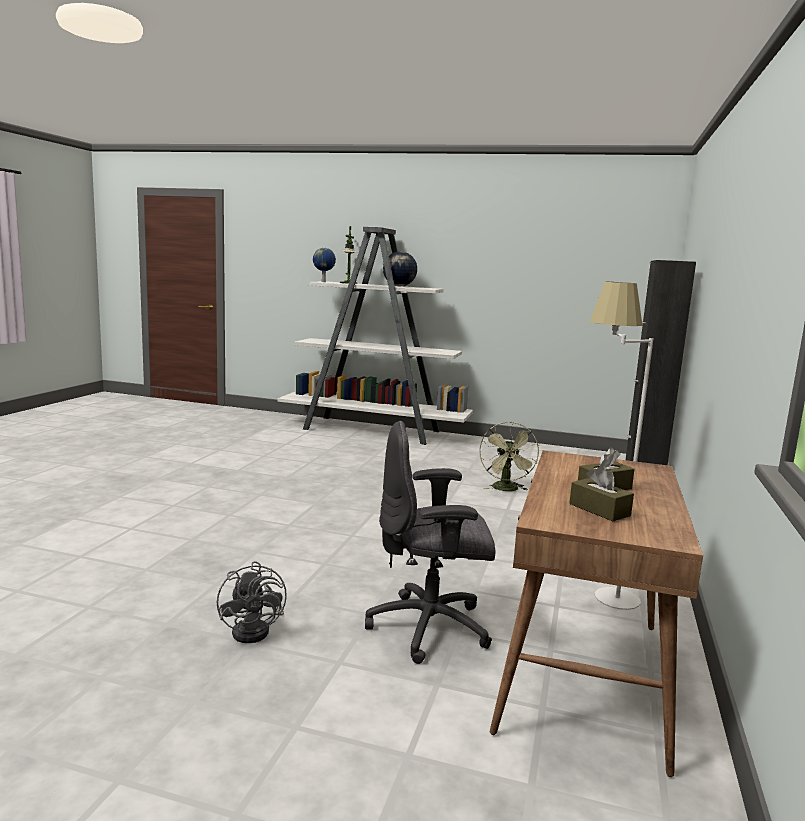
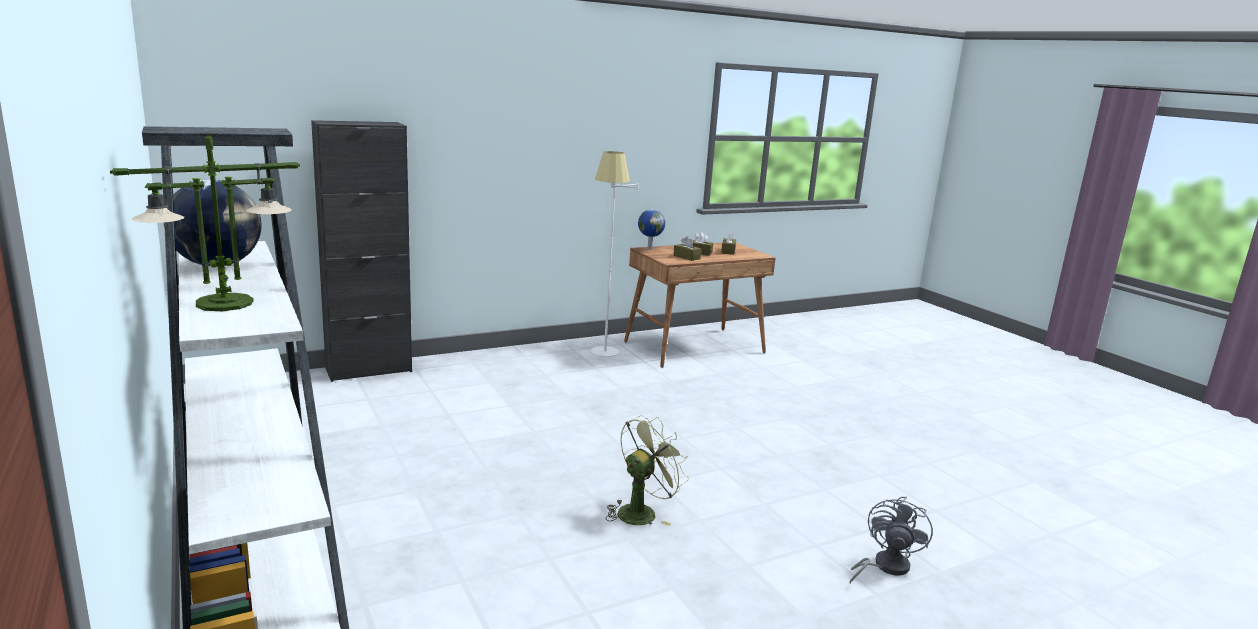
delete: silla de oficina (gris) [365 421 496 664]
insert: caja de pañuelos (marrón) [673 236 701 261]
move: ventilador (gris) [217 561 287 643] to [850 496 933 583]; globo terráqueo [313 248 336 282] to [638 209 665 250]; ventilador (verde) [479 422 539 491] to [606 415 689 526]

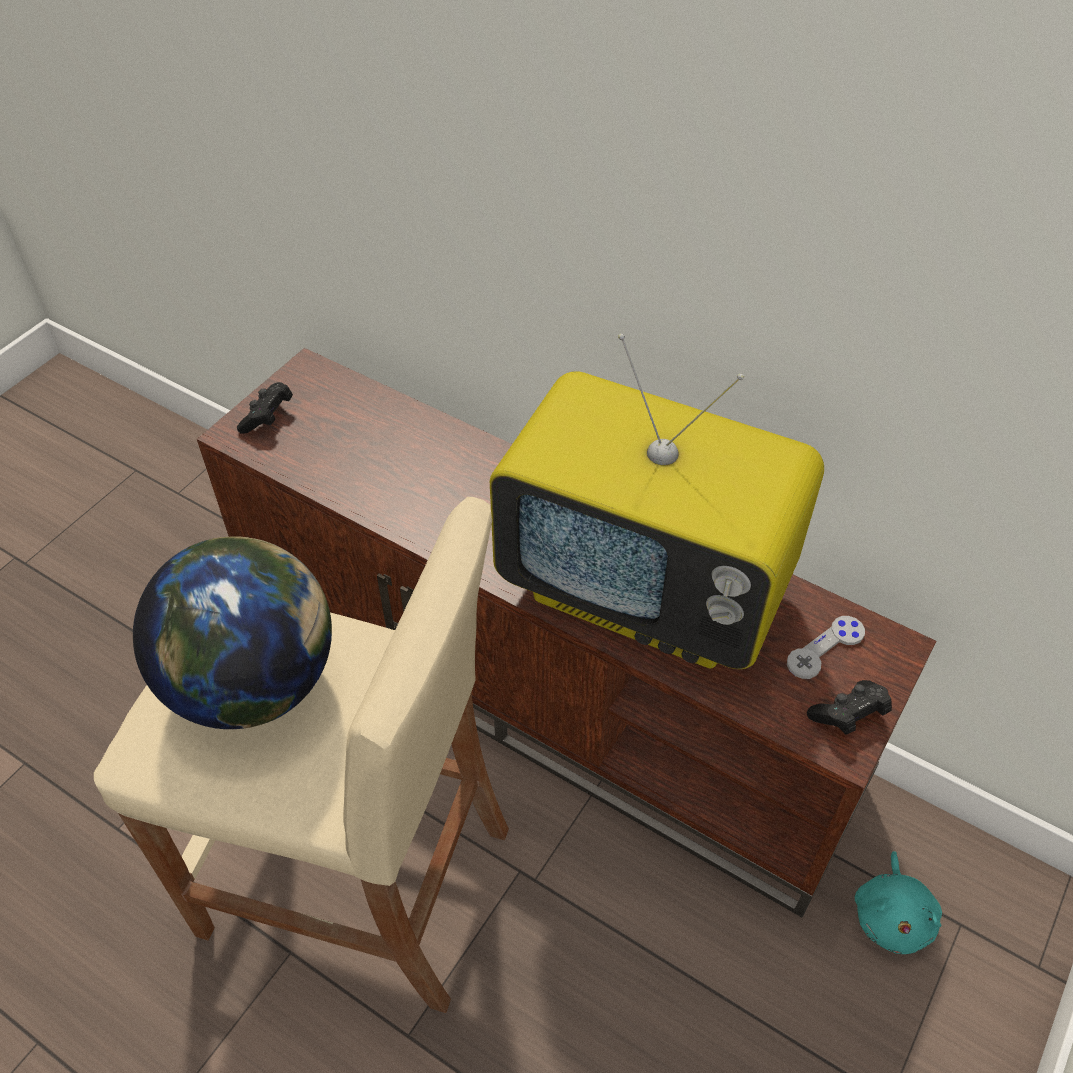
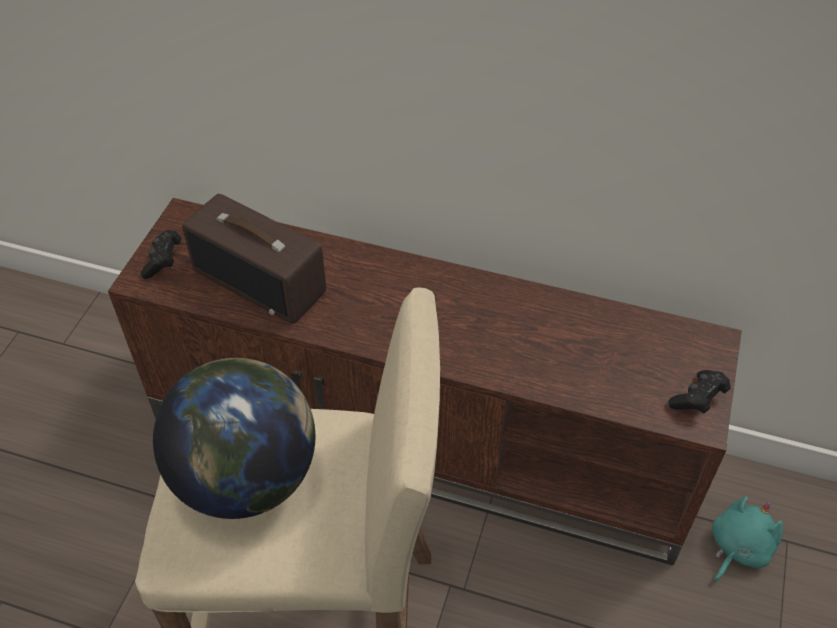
delete: televisor [490 333 824 669]; mando de consola (gris) [787 616 865 679]
insert: radio [182 194 326 324]
rotate: peluche (turquesa) [855 851 942 954] = [712 496 783 582] 135 degrees counterclockwise

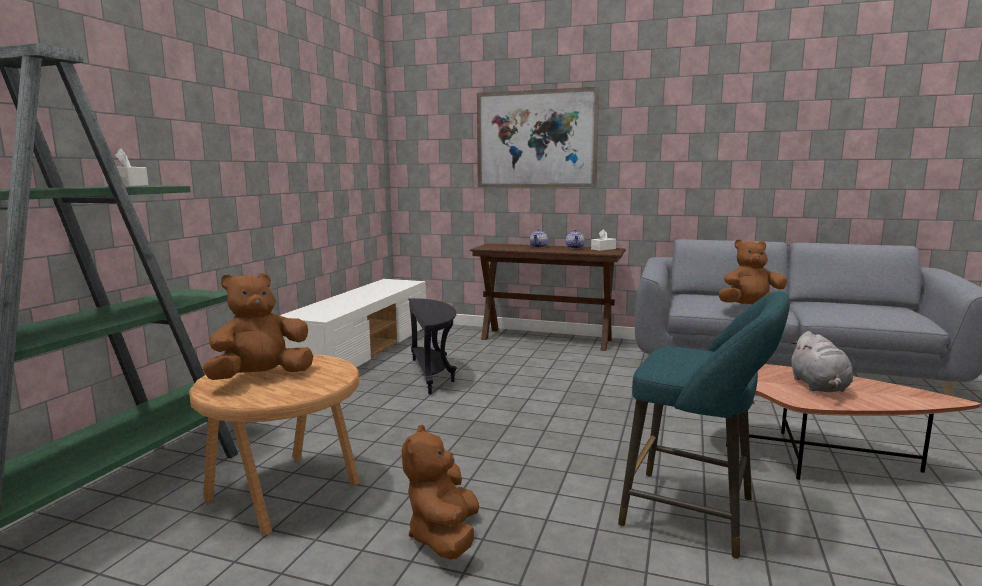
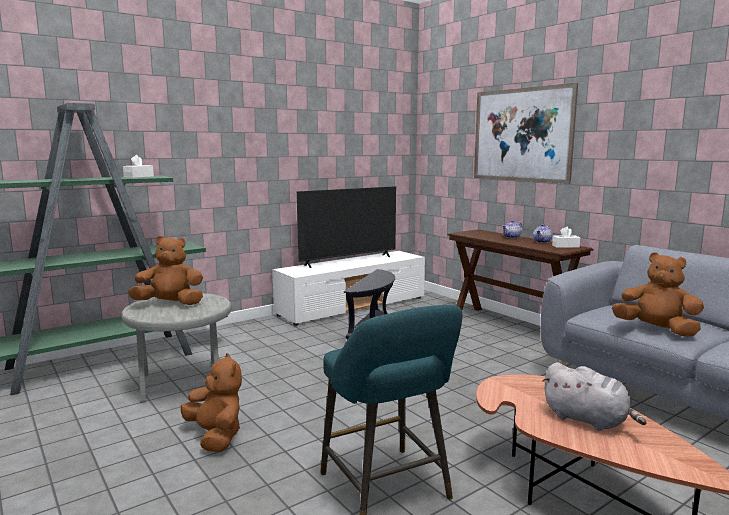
insert: televisor [297 186 396 268]
recolor: mesa auxiliar (marrón) [189 354 360 536] to mesa auxiliar (gris) [121 293 231 401]
rotate: peluche (marrón) [401 424 479 559] = [181 353 242 452] 105 degrees clockwise; peluche (gris) [790 331 853 392] = [542 362 646 431] 90 degrees counterclockwise

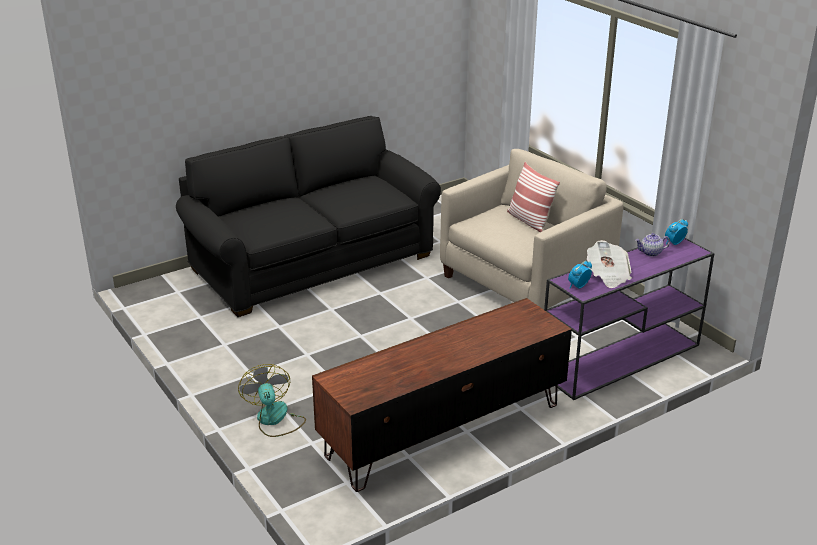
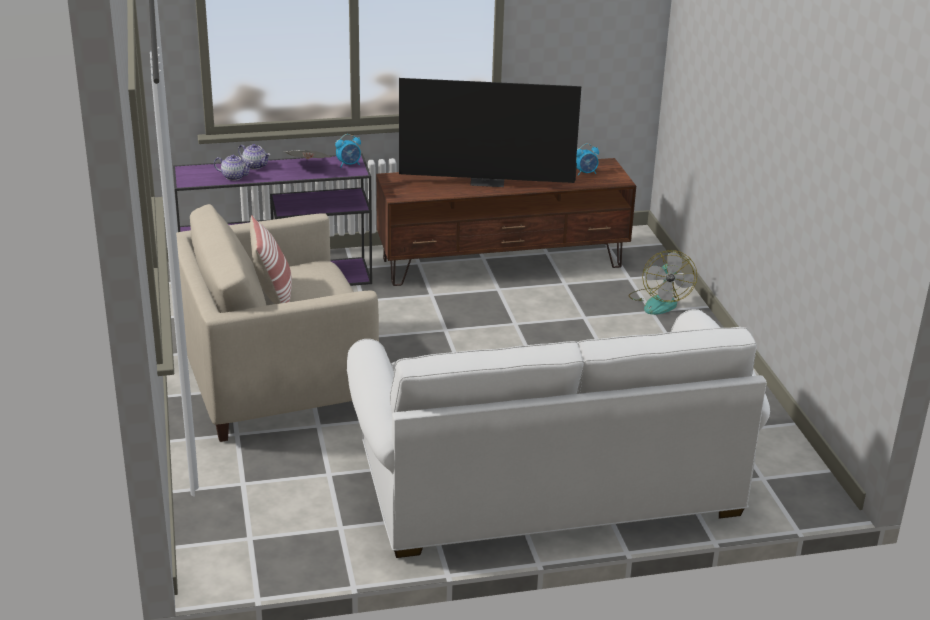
insert: tetera [238 144 270 169]; televisor [399 78 581 187]
move: despertador [665 219 688 245] to [576 144 599 176]
recolor: sofá (negro) [176 116 441 317] to sofá (blanco) [347 309 770 558]

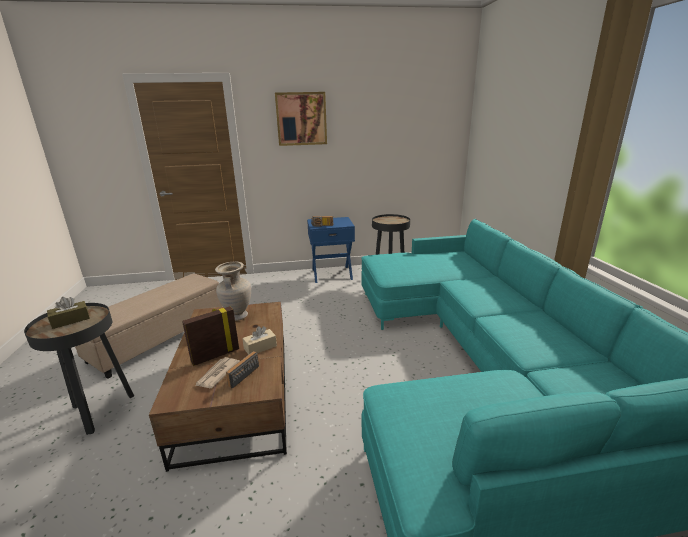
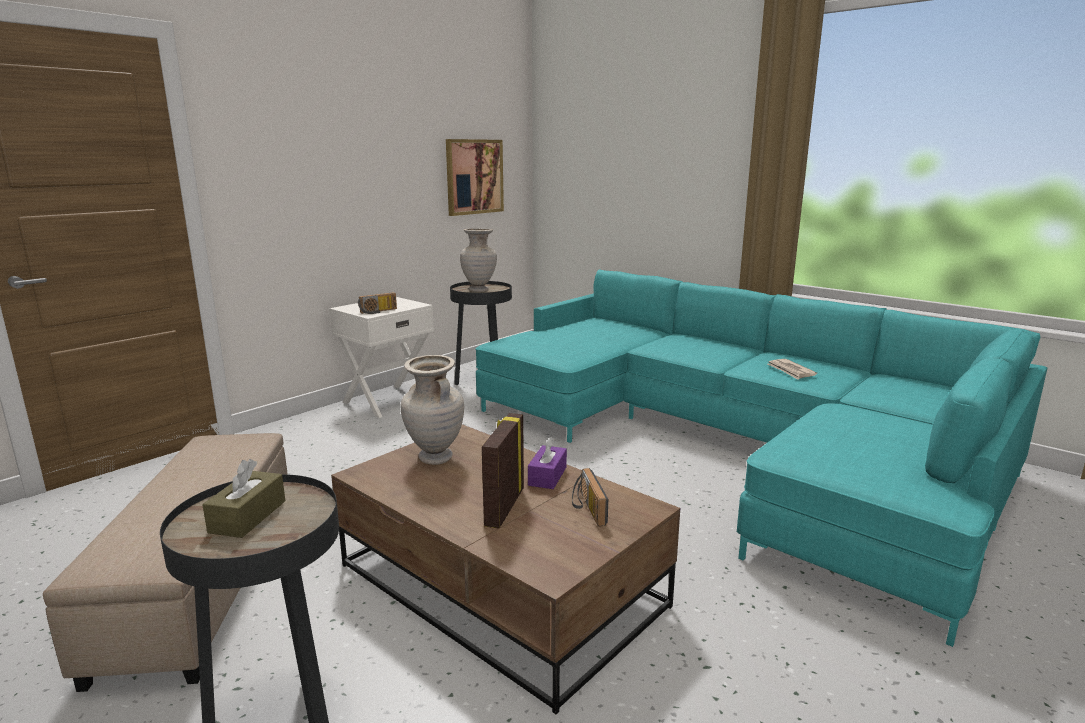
insert: florero (beis) [460 229 497 292]
move: periódico [195 357 240 388] to [768 359 817 380]; cuadro [275 92 327 146] to [446 139 504 216]
recolor: caja de pañuelos (beis) [242 326 277 355] to caja de pañuelos (morado) [528 437 567 489]; mesita de noche (azul) [307 217 355 283] to mesita de noche (blanco) [329 297 434 418]

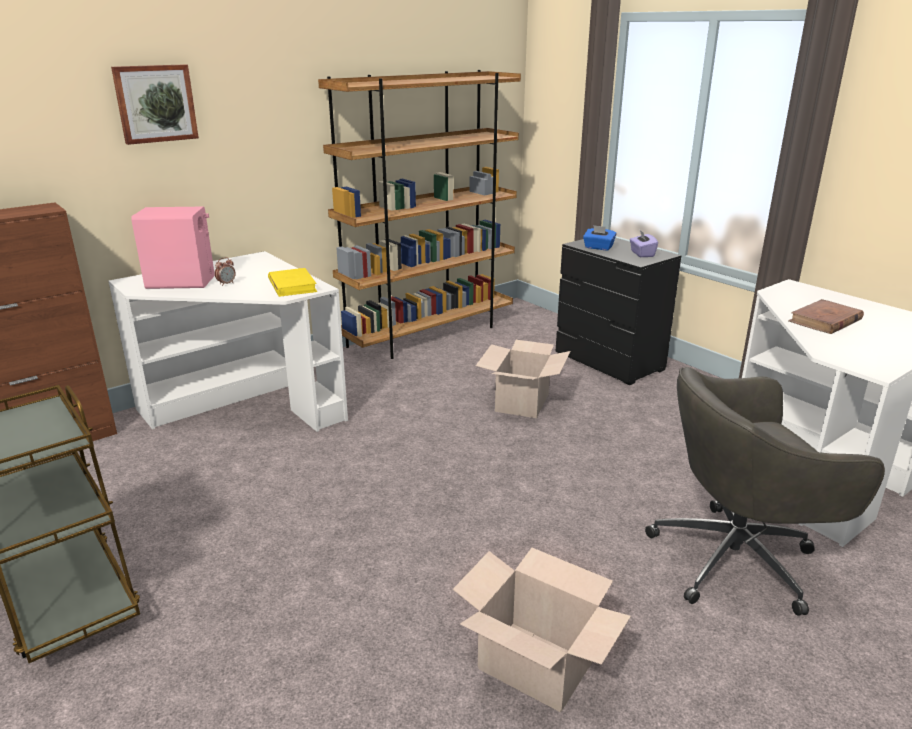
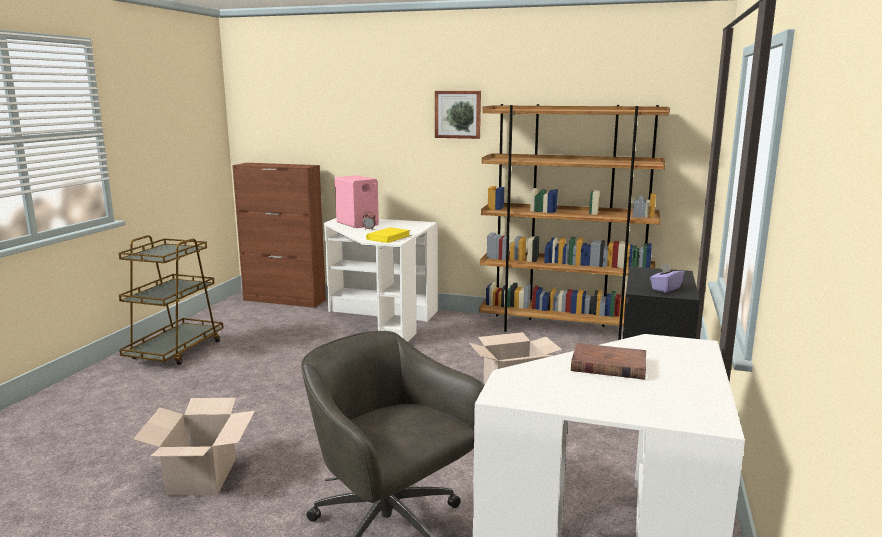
delete: caja de pañuelos (azul) [583 225 616 250]
move: cuadro [111 64 199 145] to [435 91 481 139]

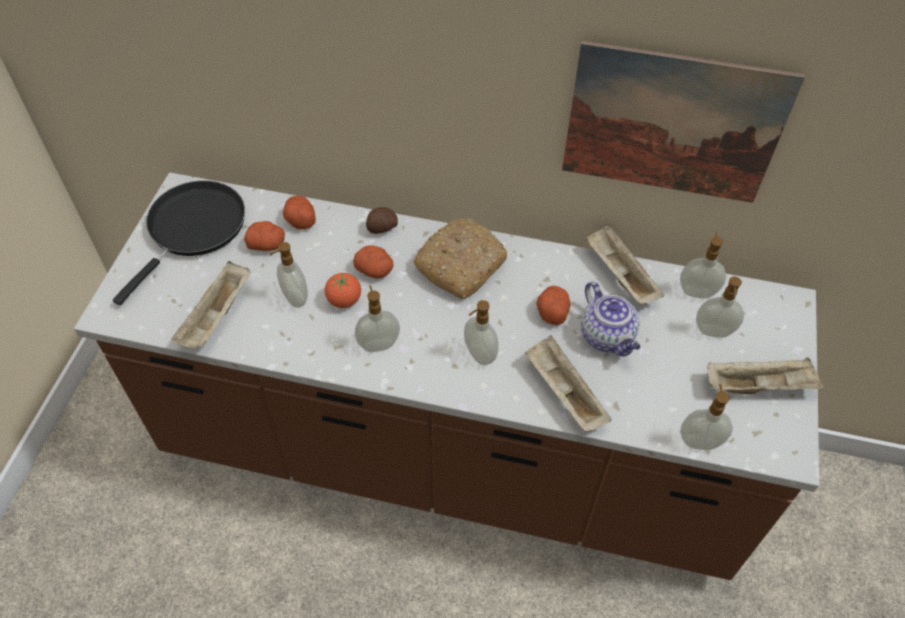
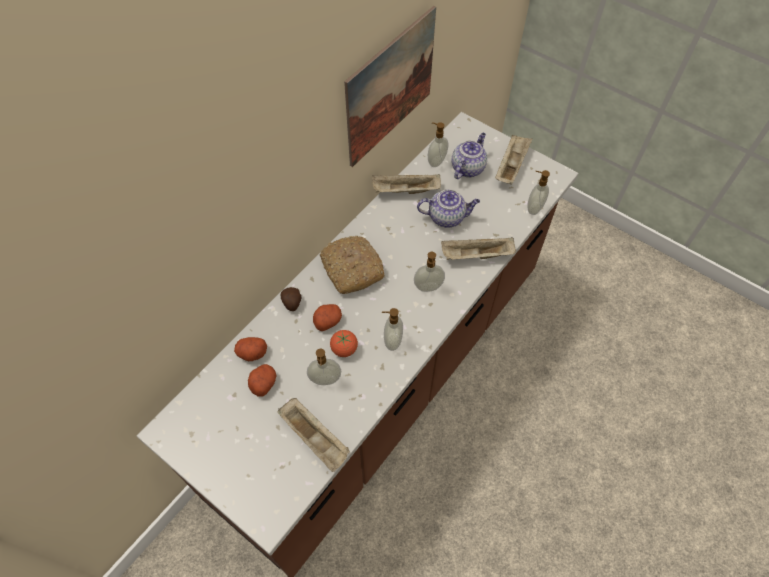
delete: sartén (negro) [113 180 245 305]; patata [536 286 570 325]
replace: dispensador de jabón [696 277 744 338] to tetera [451 133 487 179]

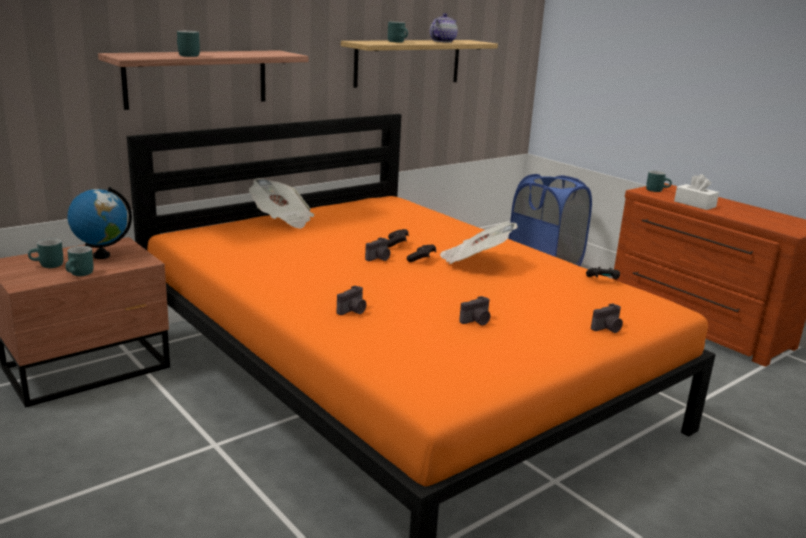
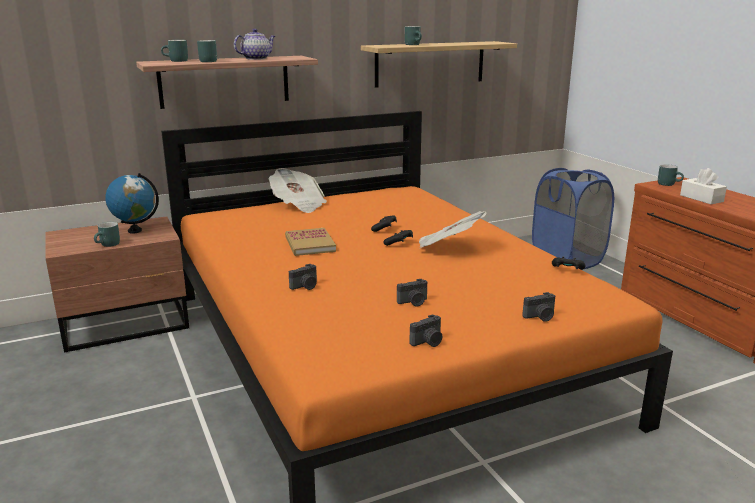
insert: libro [285 228 336 256]
move: taza grande (turquesa) [28 239 63 268] to [161 40 188 62]; cámara [365 237 390 261] to [409 314 442 347]; tetera [430 13 458 43] to [234 29 275 60]

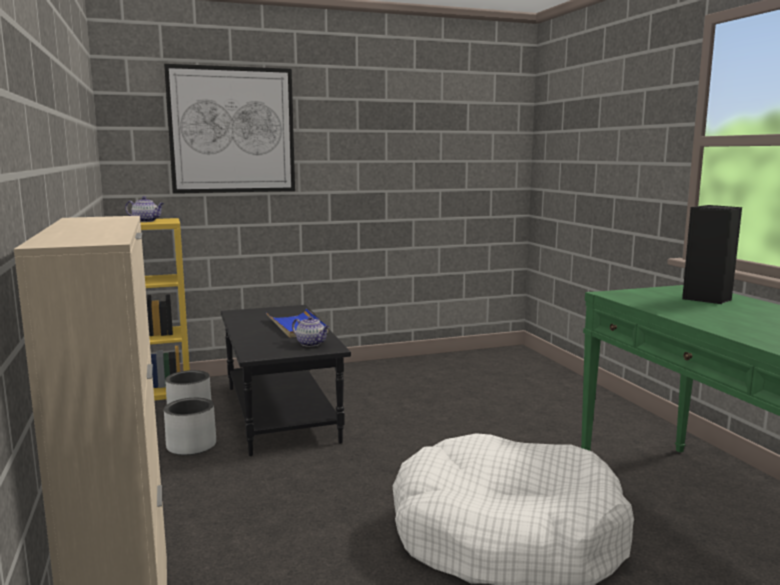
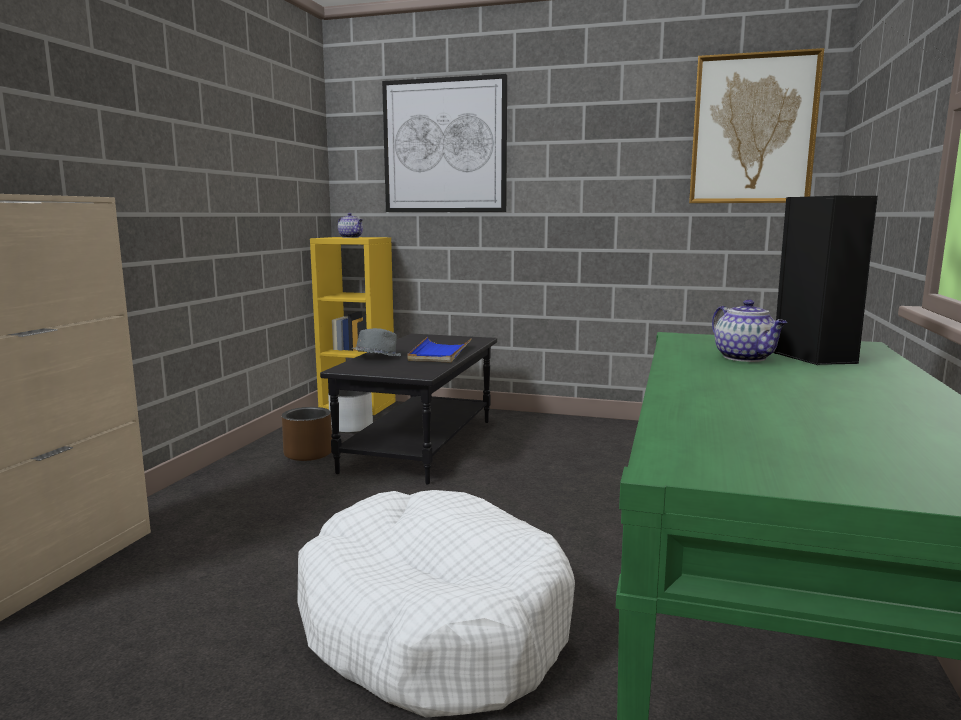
insert: sombrero (gris) [352 328 401 356]; cuadro [689 48 824 203]
move: tetera [292 316 329 347] to [712 299 787 362]
recolor: maceta (gris) [164 398 216 455] to maceta (marrón) [282 407 332 461]

